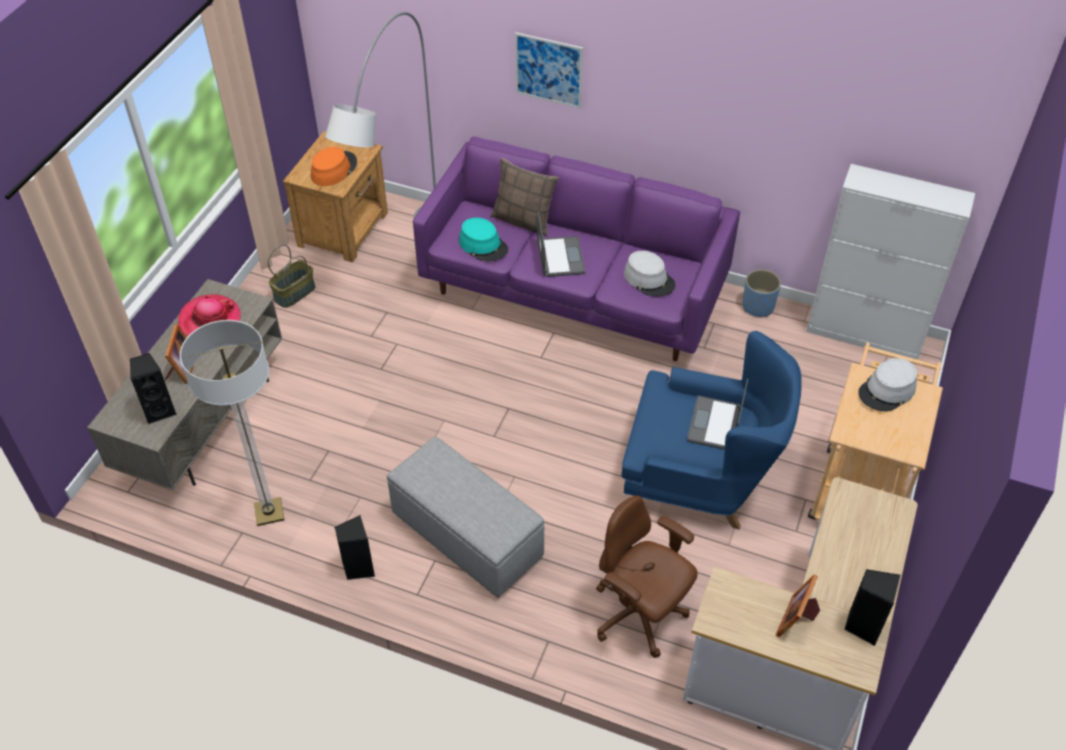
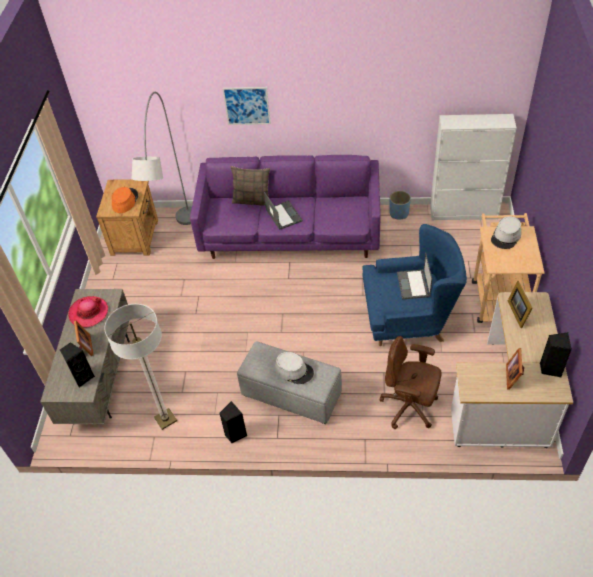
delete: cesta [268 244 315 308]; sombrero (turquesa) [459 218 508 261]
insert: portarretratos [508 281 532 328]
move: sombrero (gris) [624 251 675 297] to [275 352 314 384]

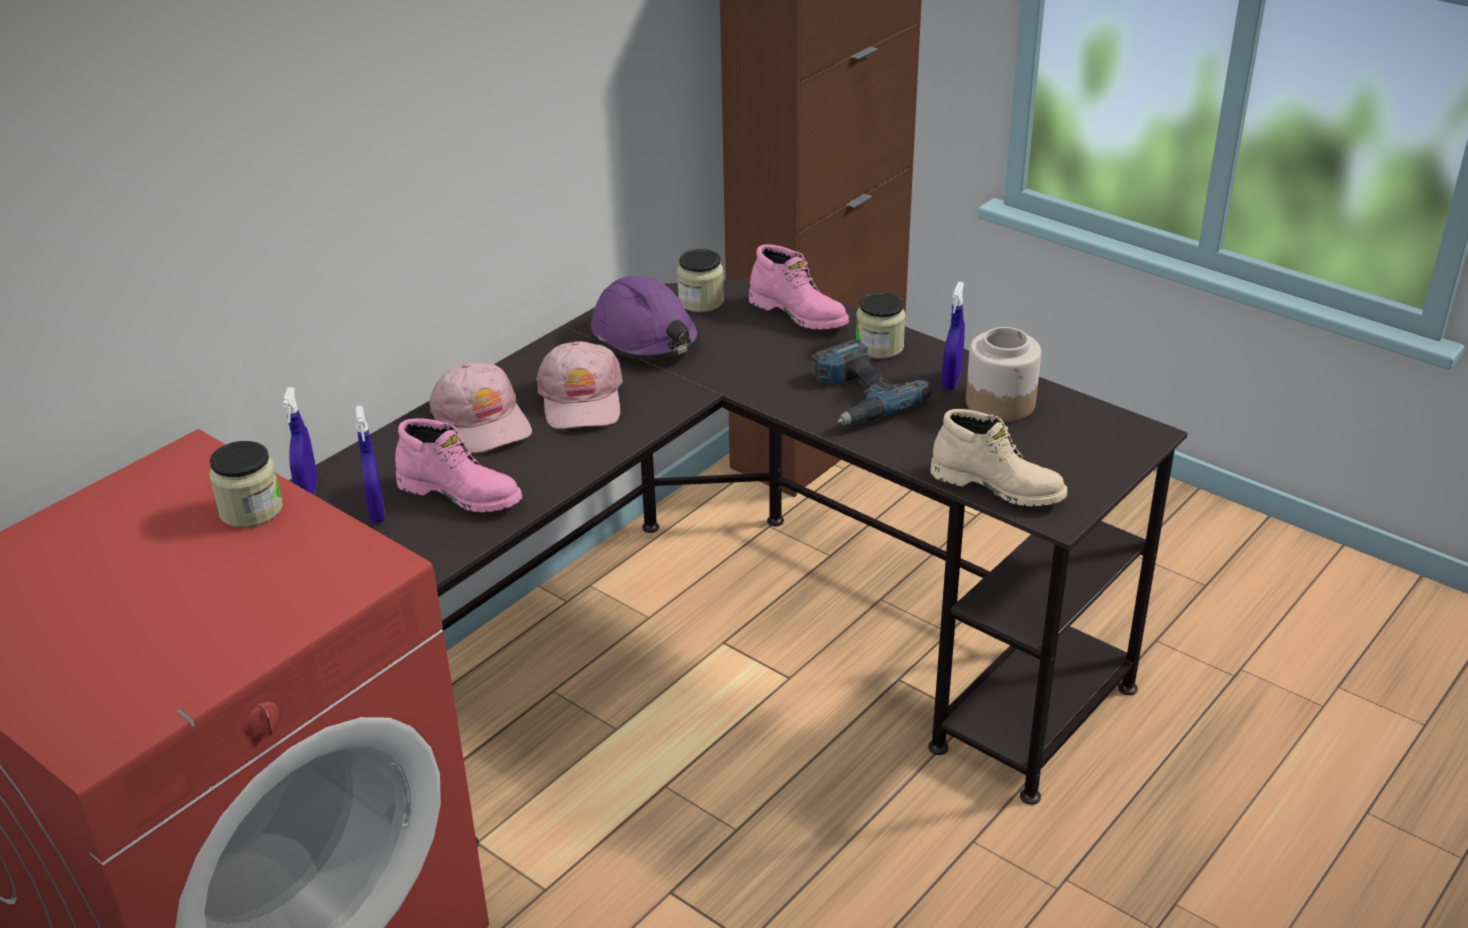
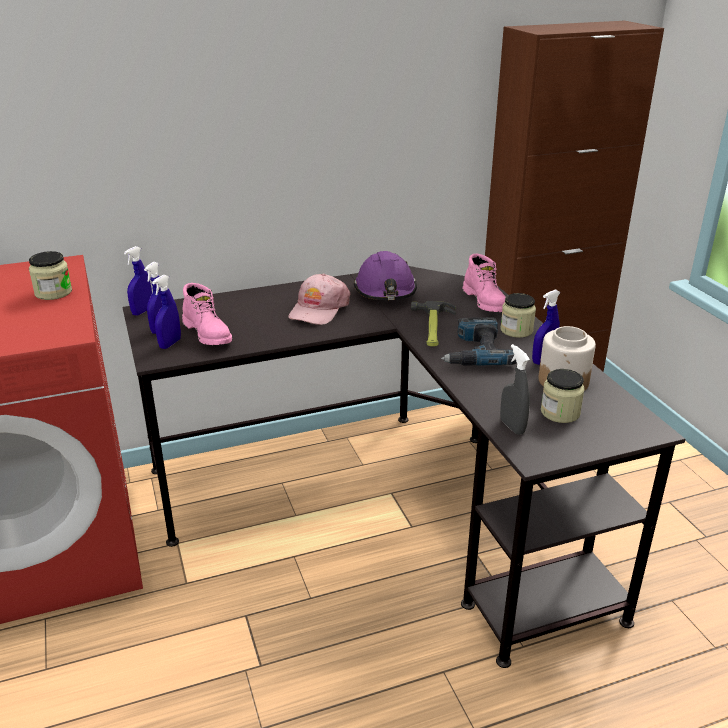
delete: gorra (rosa) [430 363 532 453]
insert: pulverizador (azul) [152 275 181 349]; martillo [411 301 456 347]
move: tarro [677 249 724 312] to [541 369 585 423]
replace: bota (beis) [930 409 1067 506] to pulverizador (gris) [500 344 530 435]

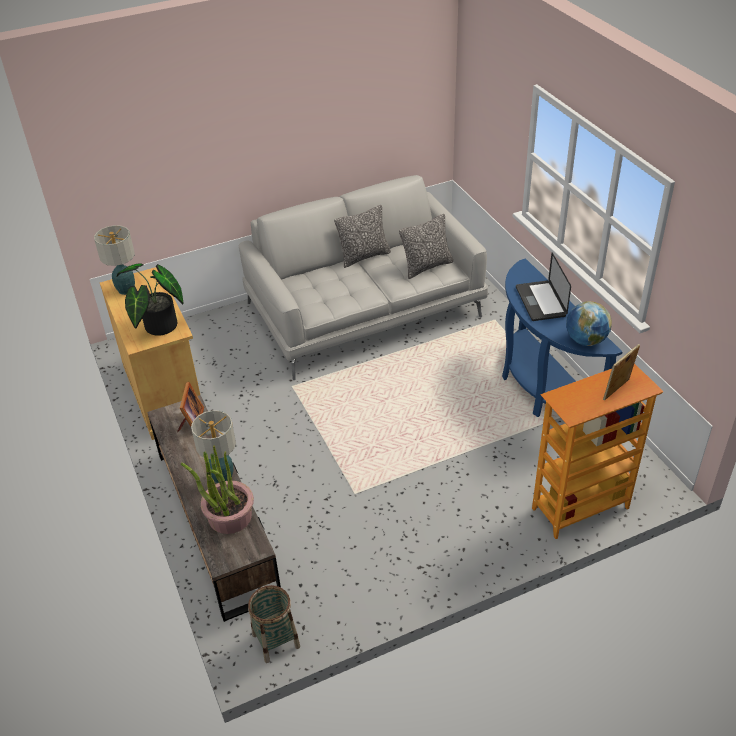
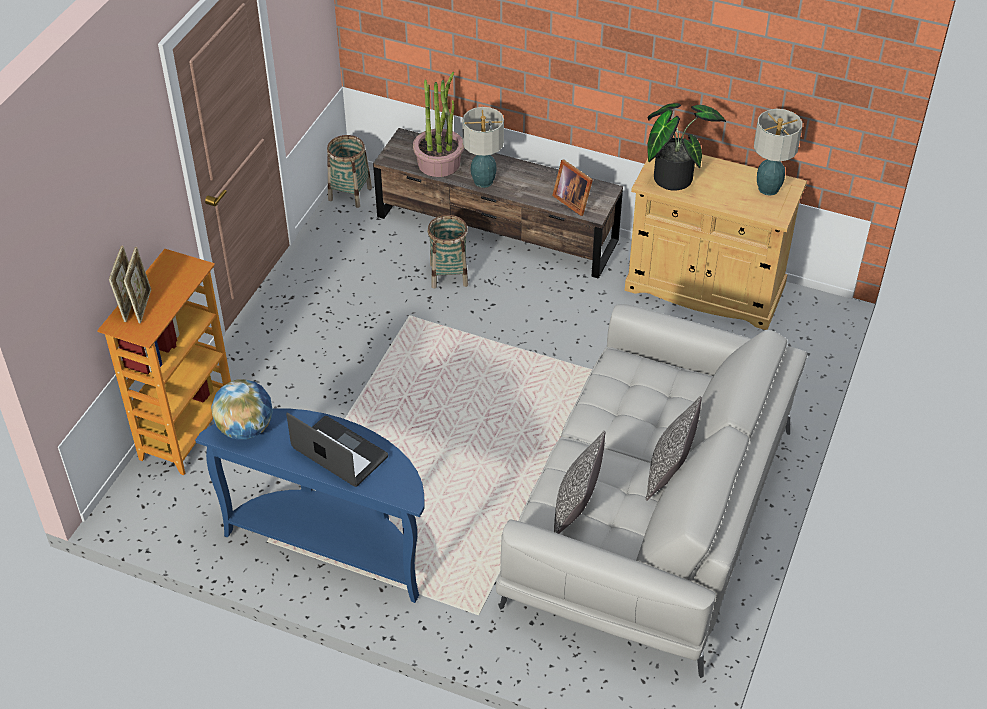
insert: portarretratos [109 245 132 322]; cesta [427 215 468 288]

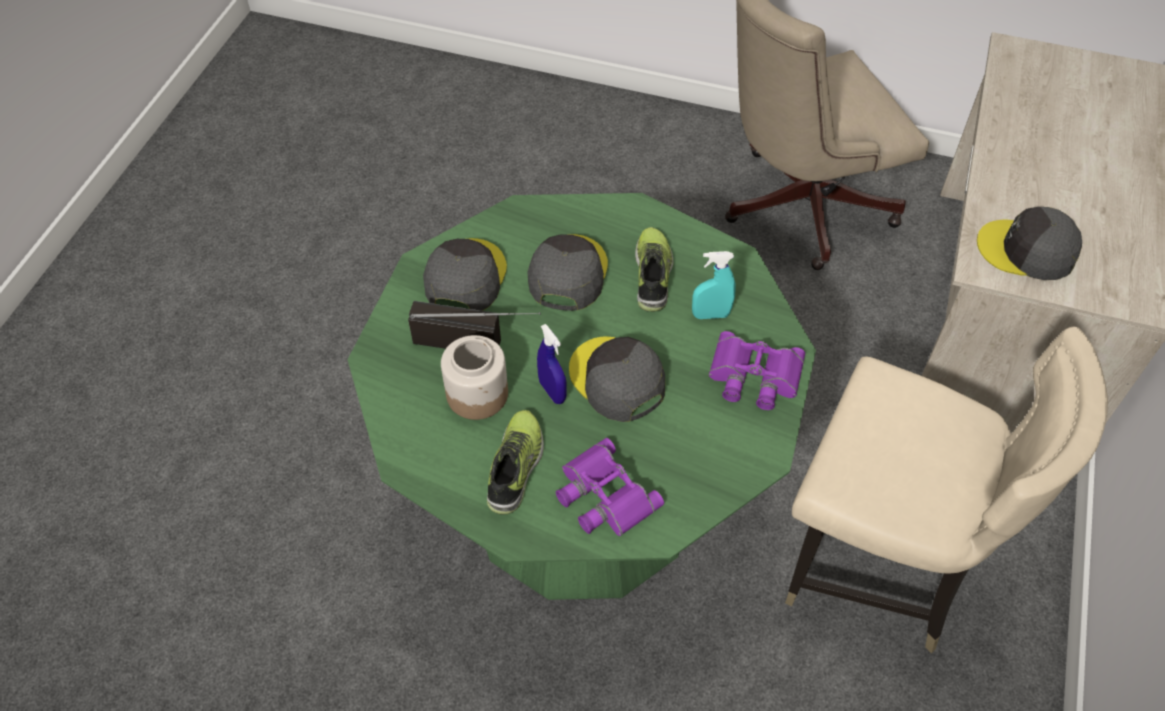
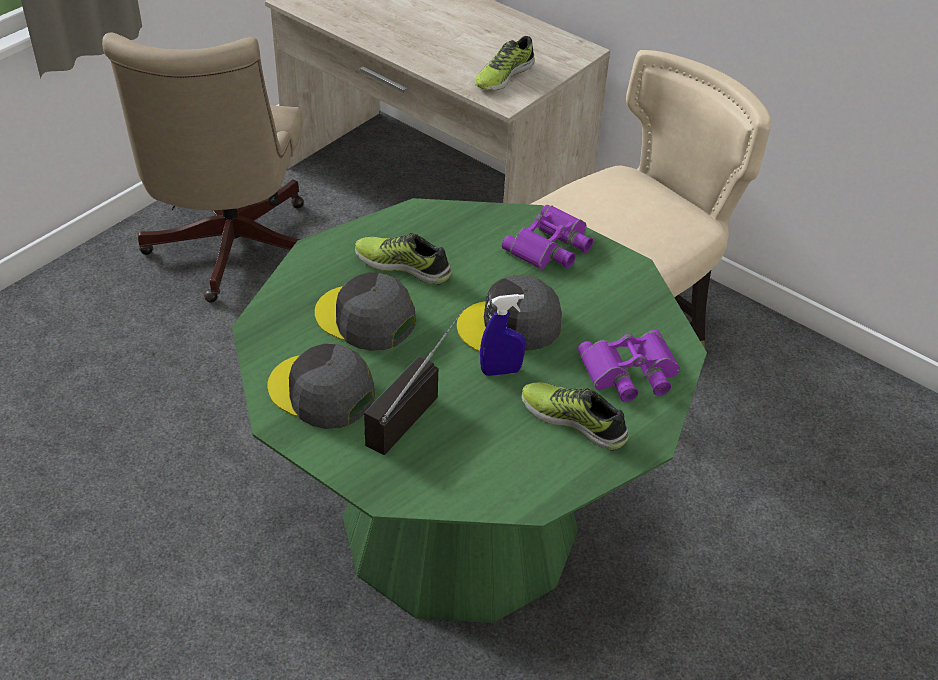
delete: tarro [441 335 508 420]; pulverizador (turquesa) [692 251 736 319]
replace: gorra (gris) [977 207 1082 280] to zapato [475 36 535 91]

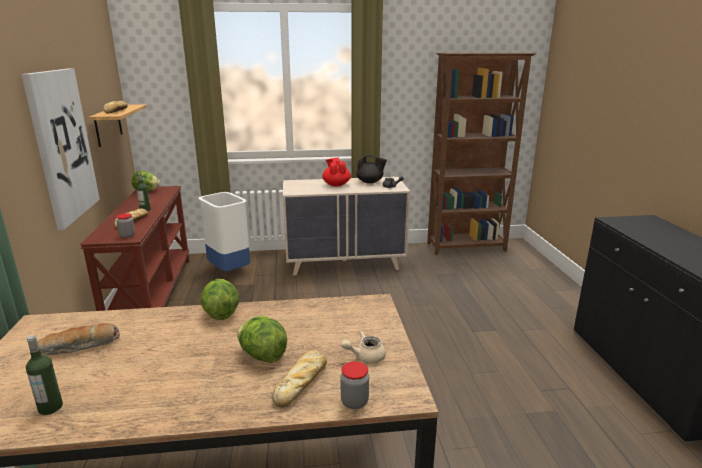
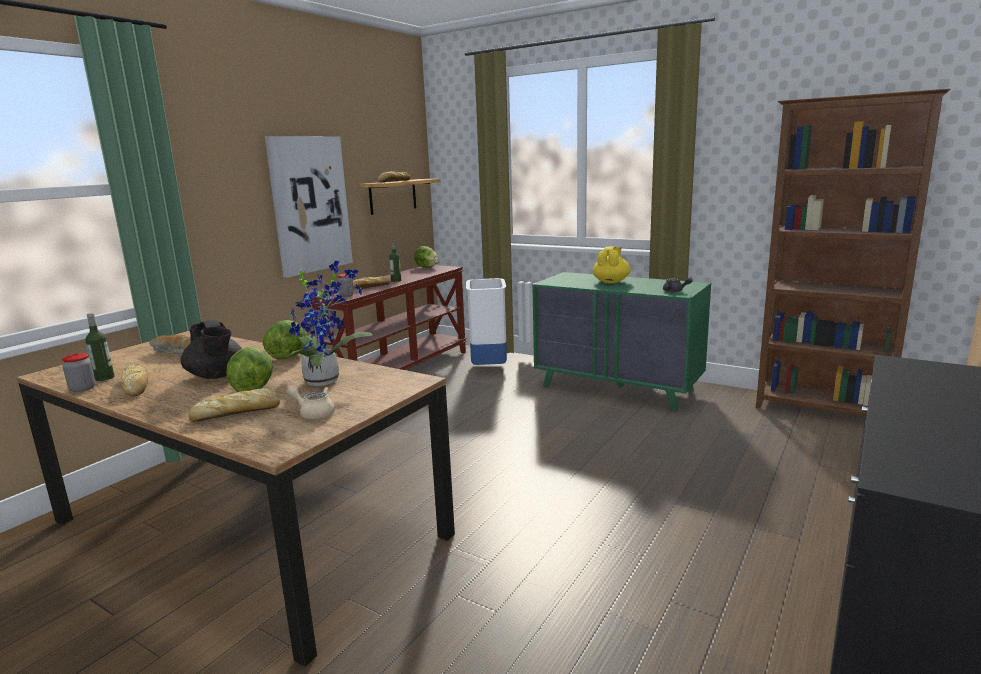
insert: pan [121 364 148 396]; planta en maceta [286 261 372 386]
move: tarro [341 361 369 409] to [62 353 96 392]; tetera (negro) [356 155 387 183] to [181 320 242 379]
recolor: cómoda (beis) [283 177 410 275] to cómoda (verde) [532 272 711 411]; tetera (rojo) [322 157 351 187] to tetera (amarillo) [593 246 630 283]

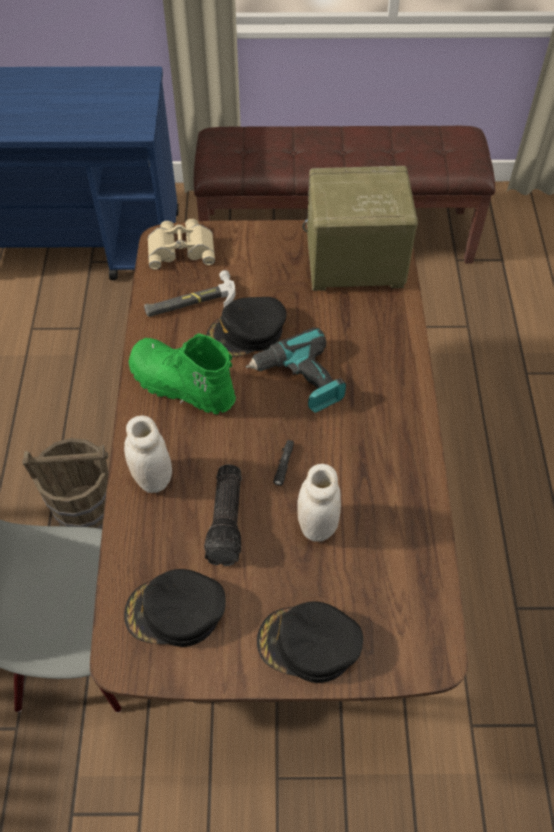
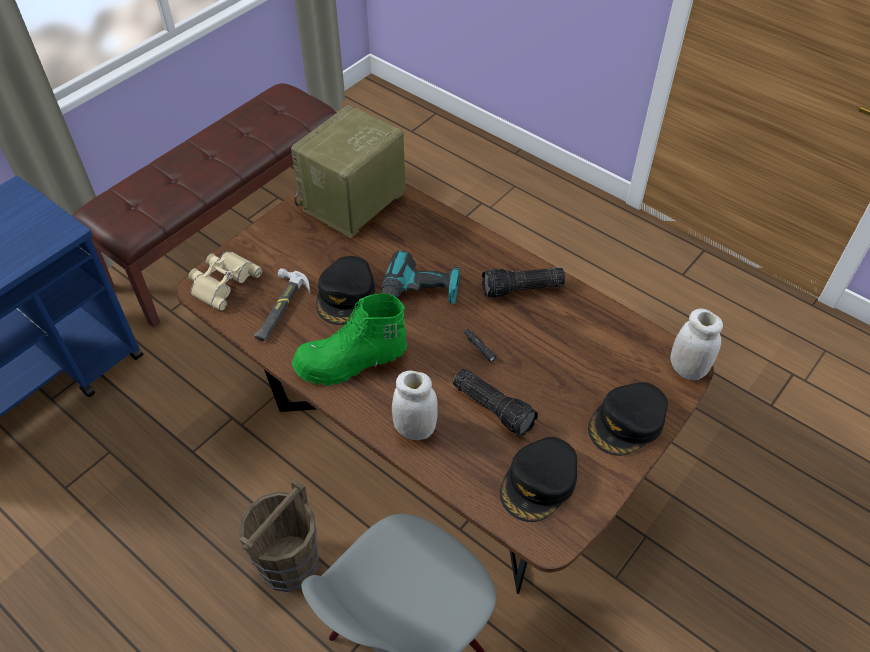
insert: linterna [482 267 565 298]
move: tarro (blanco) [297 464 341 542] to [670 309 723 380]

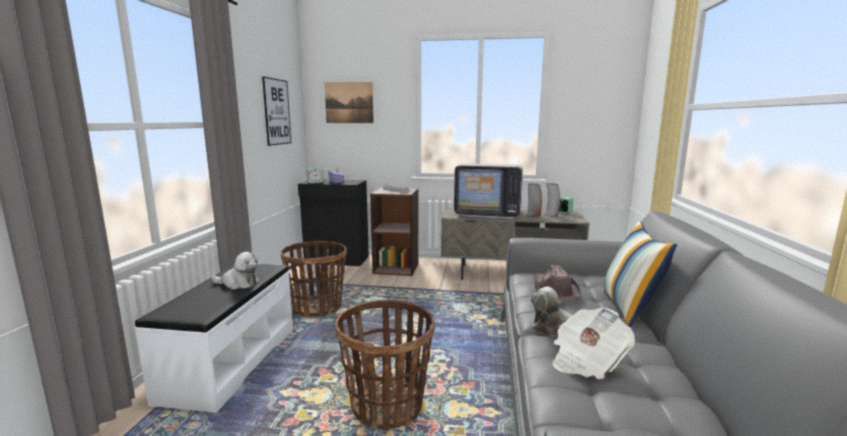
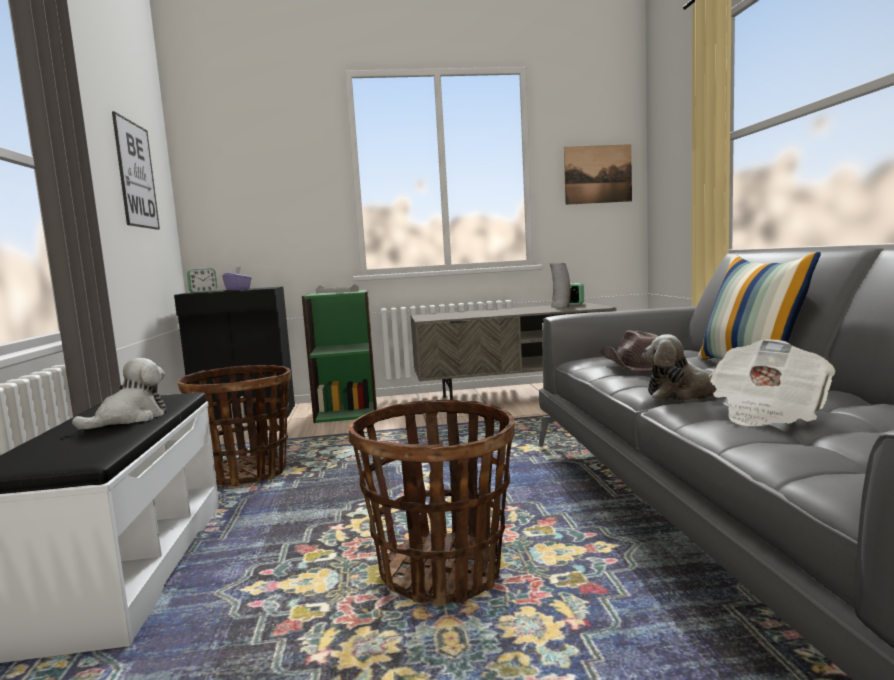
delete: televisor [454 163 523 219]; florero [526 183 542 217]
move: cuadro [325 82 374 123] to [564 144 632 205]
recolor: estantería (marrón) [370 187 419 276] to estantería (verde) [302 289 377 423]
rotate: peluche [211 252 259 290] = [72 358 167 430] 45 degrees counterclockwise

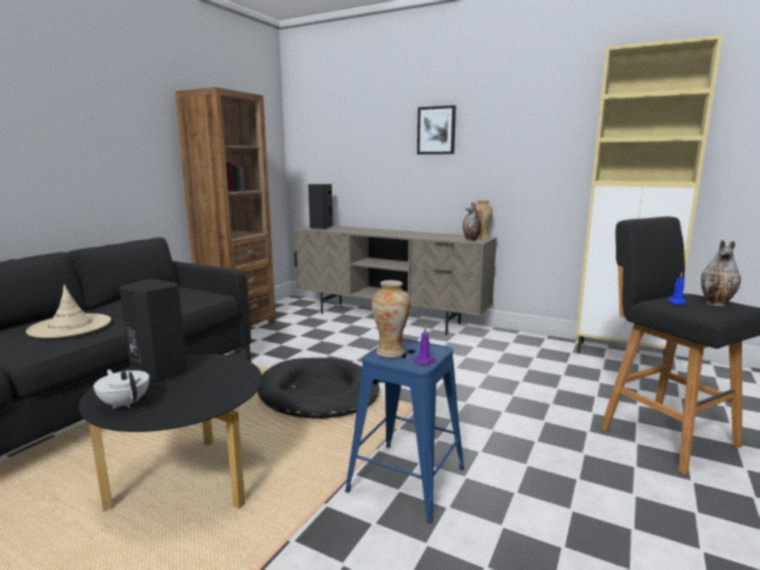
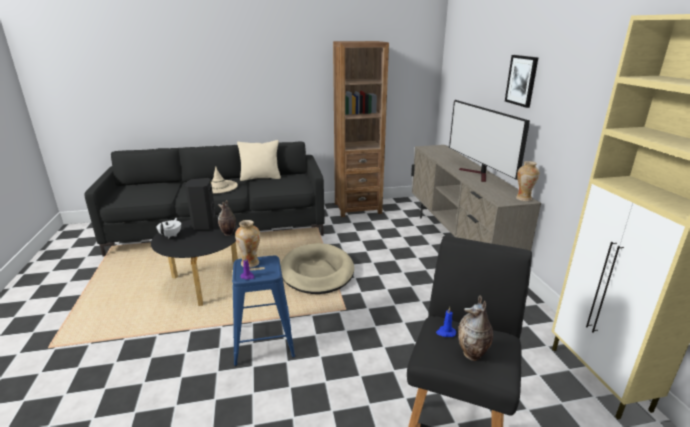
delete: altavoz (negro) [308 184 333 229]
insert: cojín (beis) [237 140 281 181]; televisor [449 100 530 182]
move: florero [463 202 481 241] to [218 200 236 236]
recolor: cama para perro (negro) [257 358 379 419] to cama para perro (beis) [280 243 354 294]

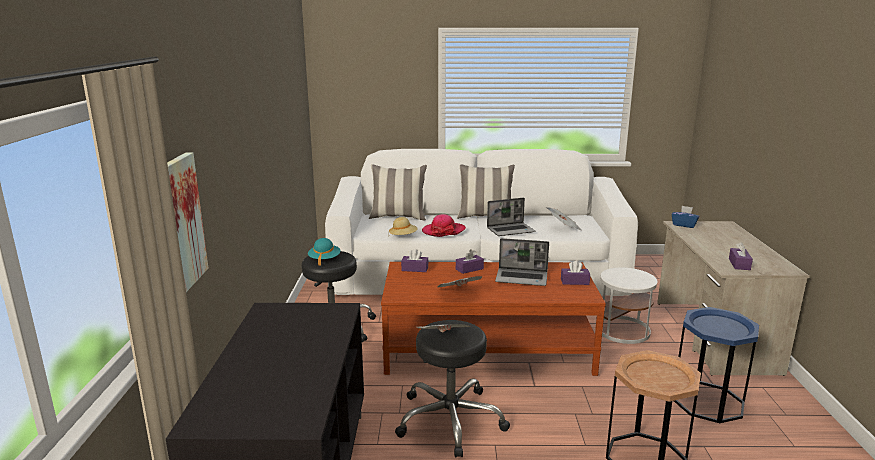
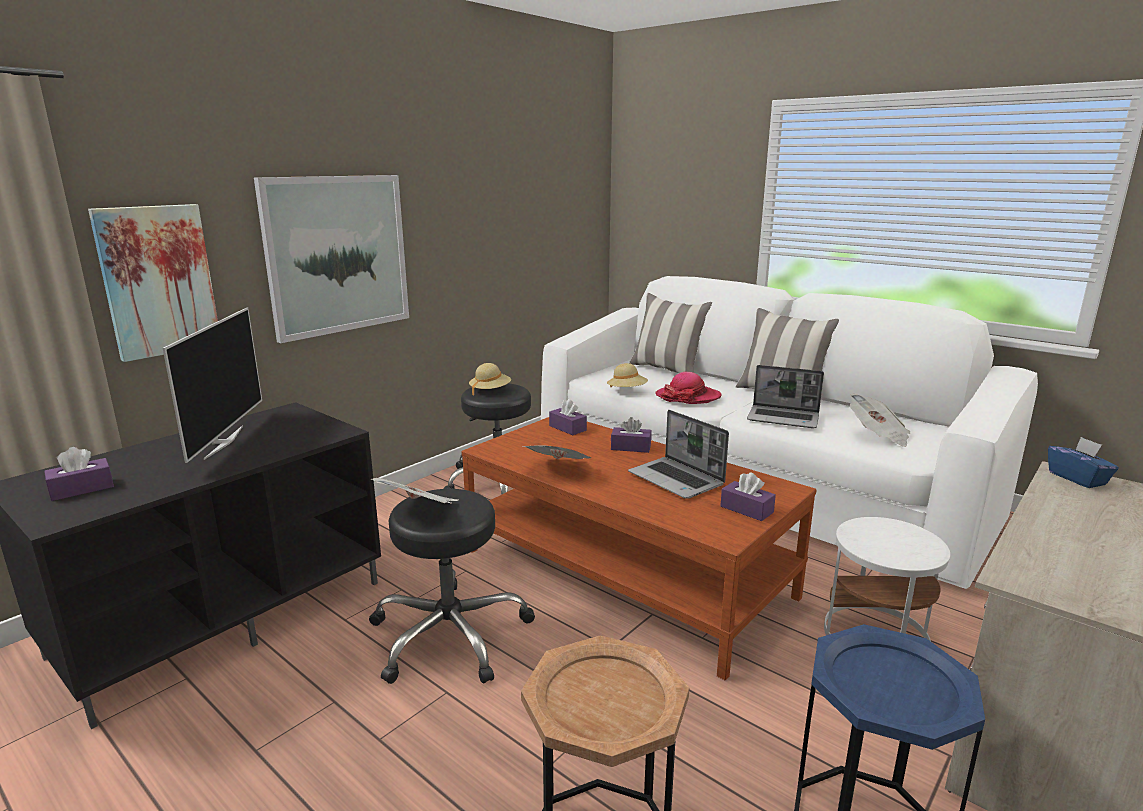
insert: televisor [163 308 262 463]; cuadro [254 175 409 343]
move: caja de pañuelos (morado) [729 242 753 270] to [44 447 114 501]
recolor: sombrero (turquesa) [308 238 341 266] to sombrero (beis) [469 363 511 396]

